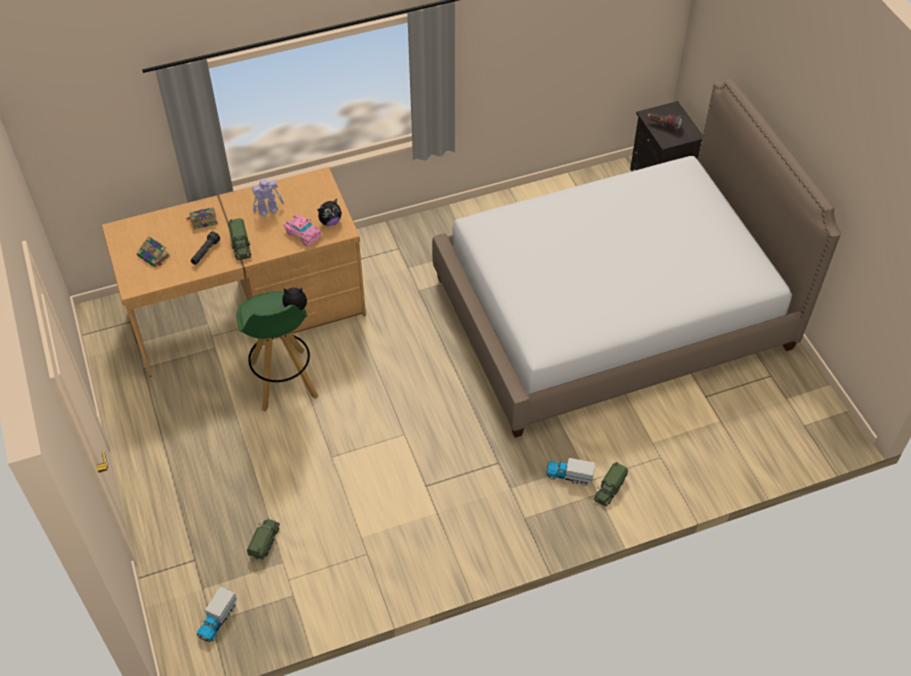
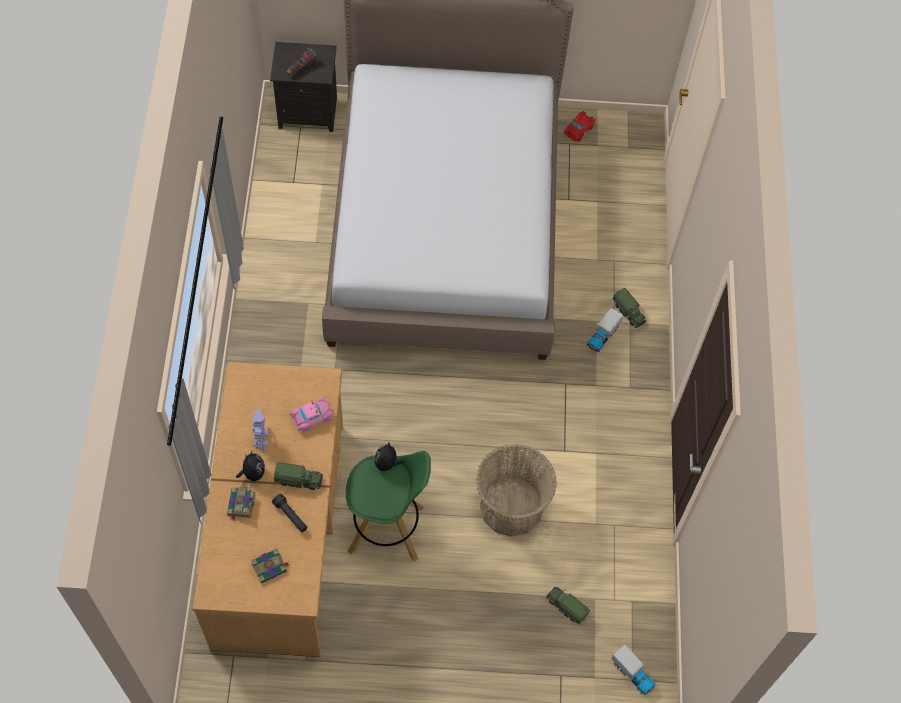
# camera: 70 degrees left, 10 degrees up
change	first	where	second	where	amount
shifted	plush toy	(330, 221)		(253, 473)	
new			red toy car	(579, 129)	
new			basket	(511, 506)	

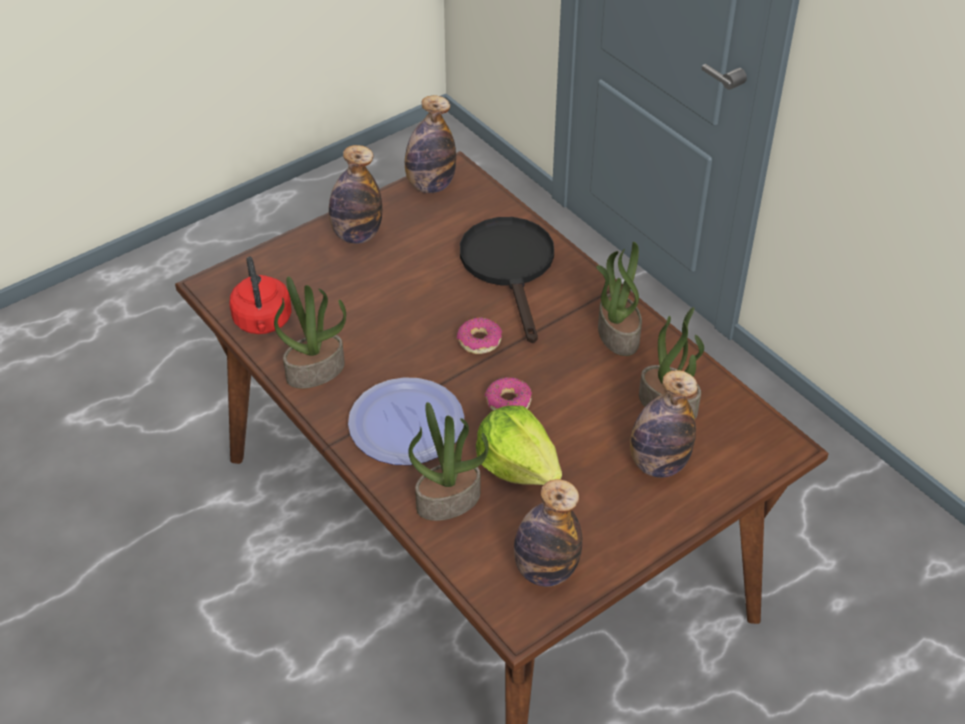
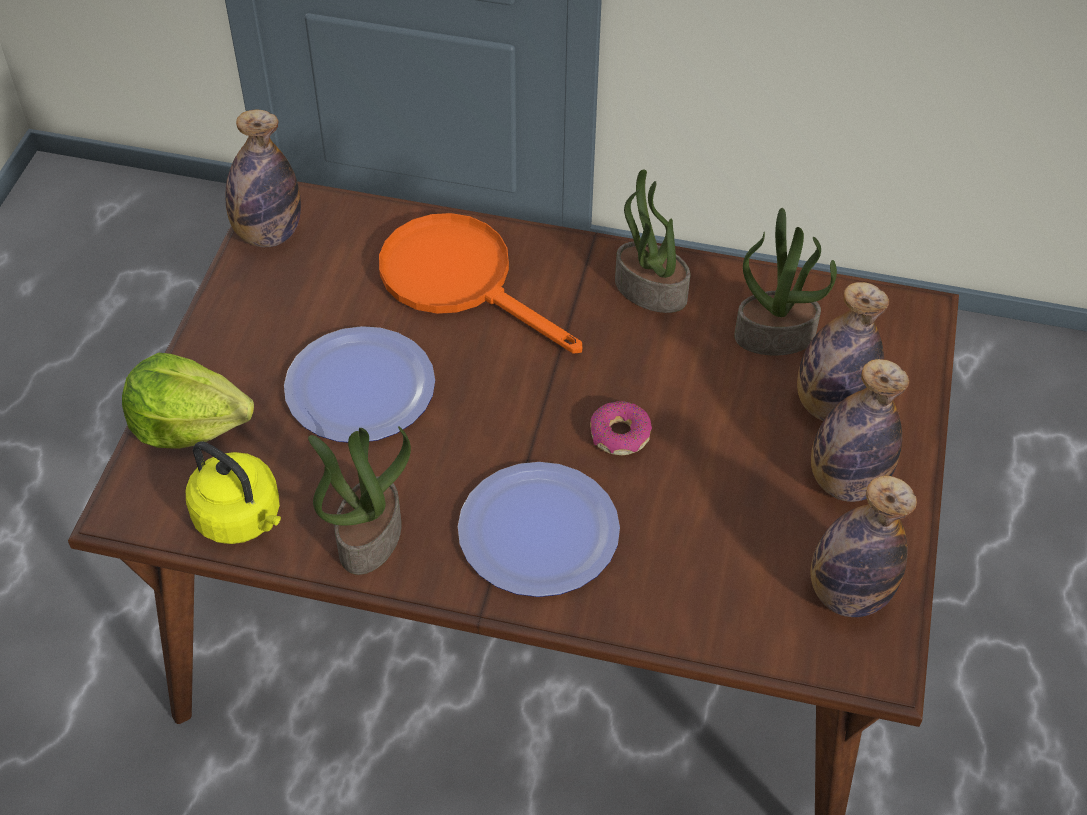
# camera: 40 degrees left, 5 degrees up
change	first	where	second	where	amount
shifted	bottle	(357, 235)		(845, 482)	
repainted	black frying pan	(510, 267)	orange frying pan	(461, 280)	
repainted	red kettle	(263, 322)	yellow kettle	(241, 518)	
gone	donut	(479, 341)			
gone	potted plant	(448, 500)			
shifted	lettuce	(518, 465)		(188, 423)	
new			plate	(359, 387)	

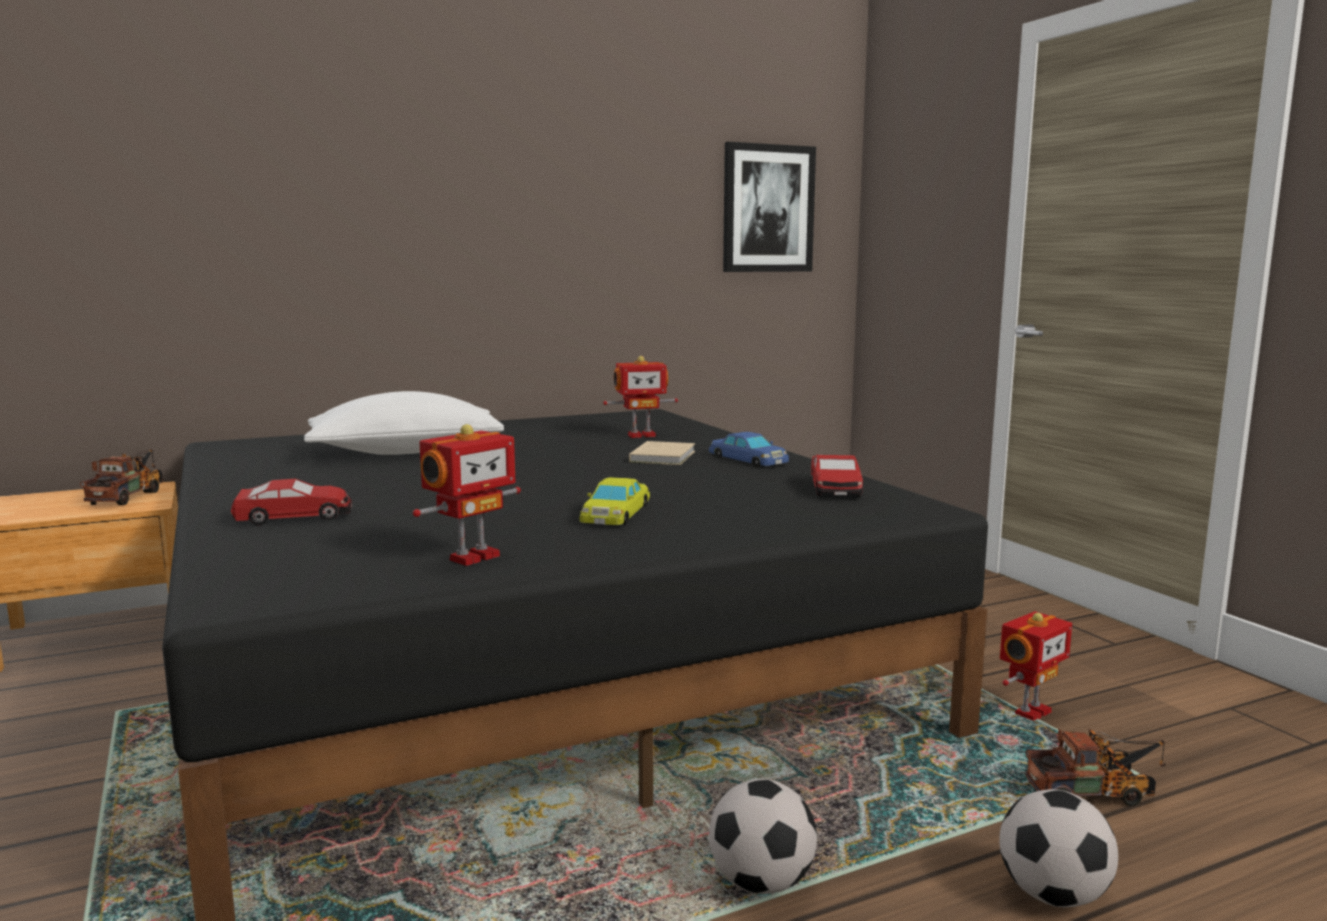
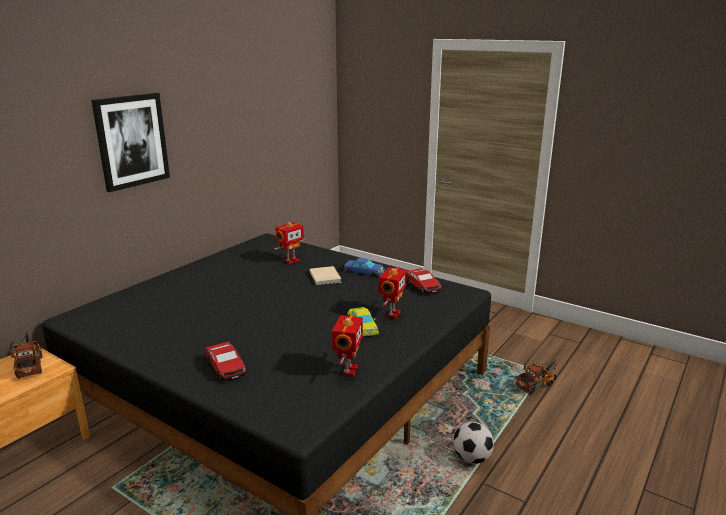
# camera: 30 degrees left, 10 degrees up
change	first	where	second	where	amount
shifted	picture	(768, 209)		(131, 141)	
gone	white pillow	(405, 452)			
rotated	toy car	(294, 517)		(226, 367)	105 degrees clockwise
shifted	toy robot	(1030, 712)		(392, 314)	
gone	football	(1053, 895)			

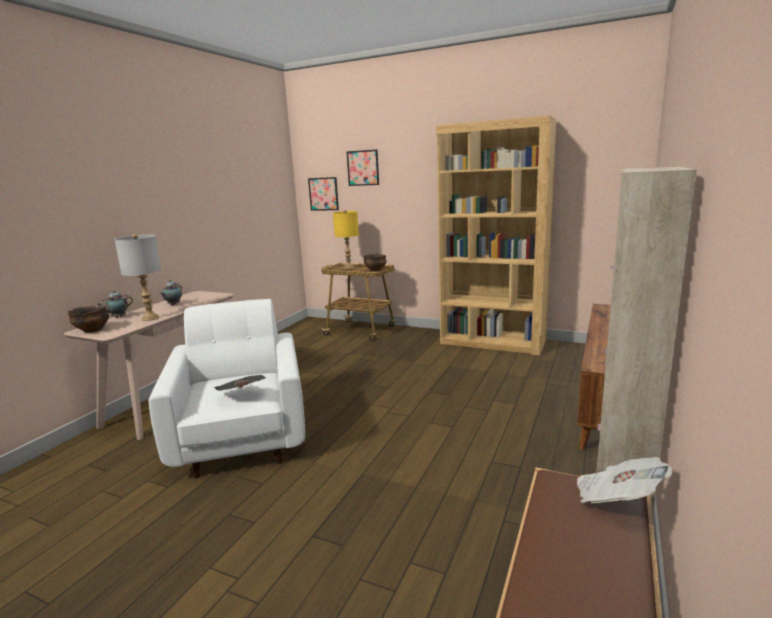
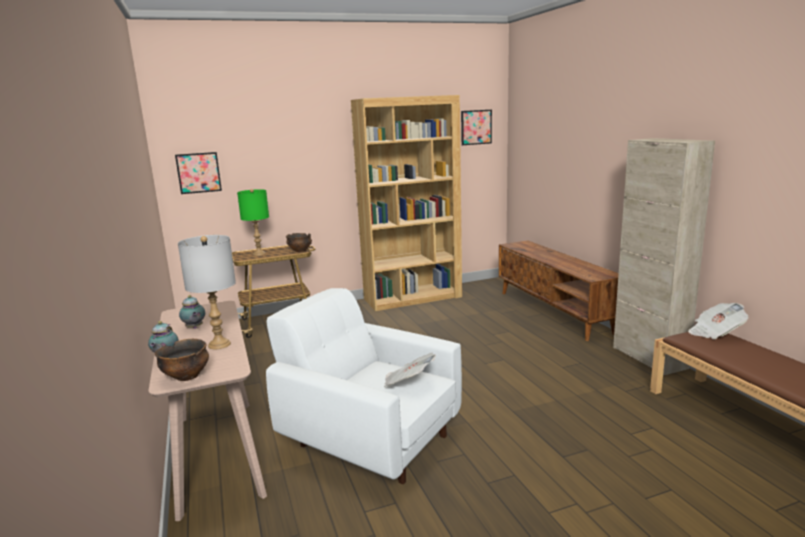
# camera: 45 degrees left, 0 degrees up
change	first	where	second	where	amount
shifted	picture	(363, 168)		(476, 127)	
repainted	yellow table lamp	(349, 267)	green table lamp	(259, 254)	

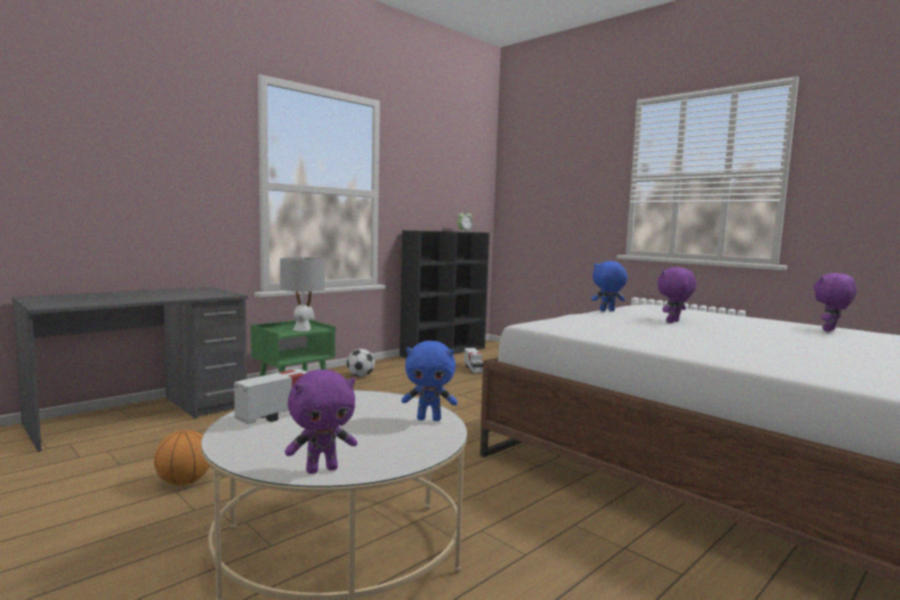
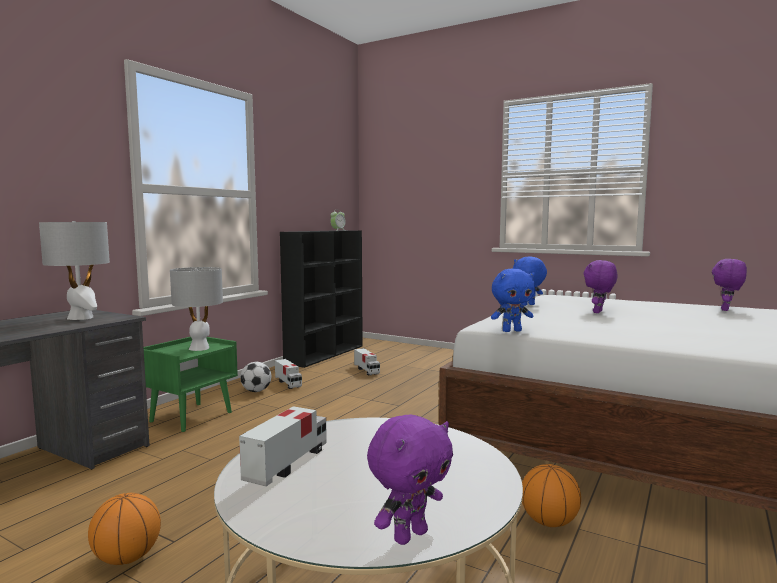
# camera: 15 degrees left, 0 degrees up
change	first	where	second	where	amount
shifted	blue plush toy	(429, 419)		(511, 331)	
new			grey table lamp	(81, 318)	
new			toy truck	(288, 383)	
new			basketball	(549, 522)	

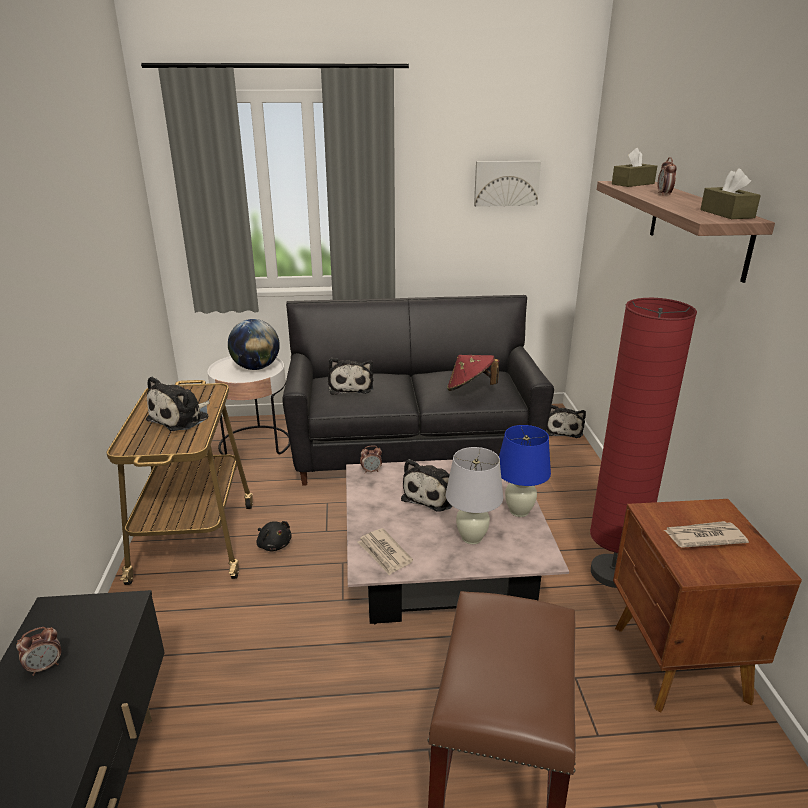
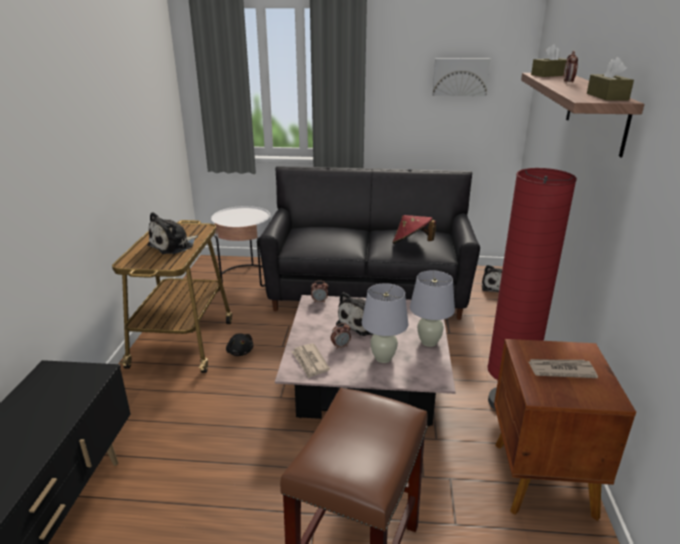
# camera: 10 degrees right, 0 degrees up
change	first	where	second	where	amount
gone	globe	(256, 367)			
gone	plush toy	(351, 386)			
repainted	blue table lamp	(519, 511)	white table lamp	(429, 342)	
shifted	alarm clock	(45, 666)		(340, 346)	

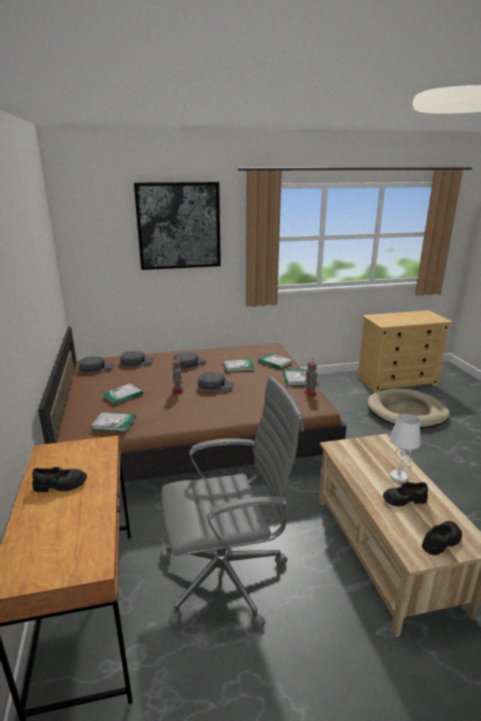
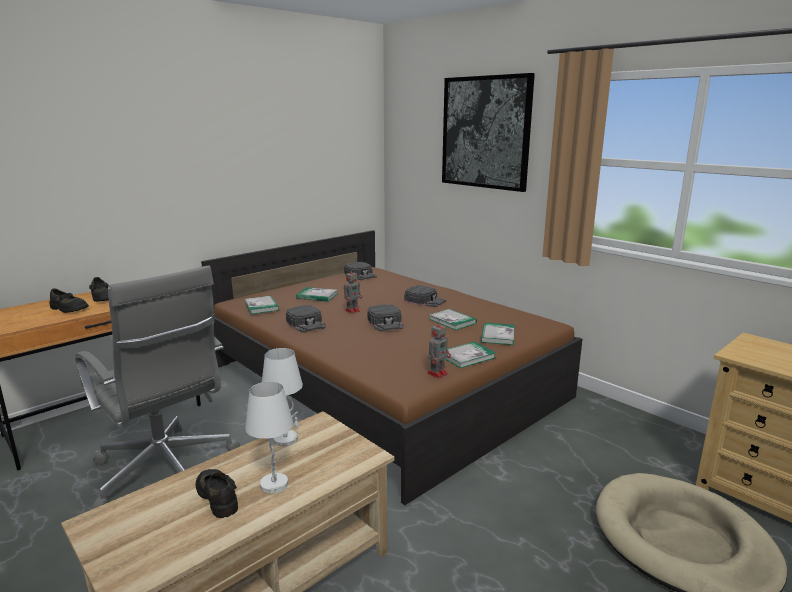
# camera: 60 degrees right, 5 degrees down
change	first	where	second	where	amount
shifted	black cap	(137, 362)		(306, 323)	
shifted	black shoe	(442, 541)		(68, 309)	
new			white table lamp	(286, 439)	

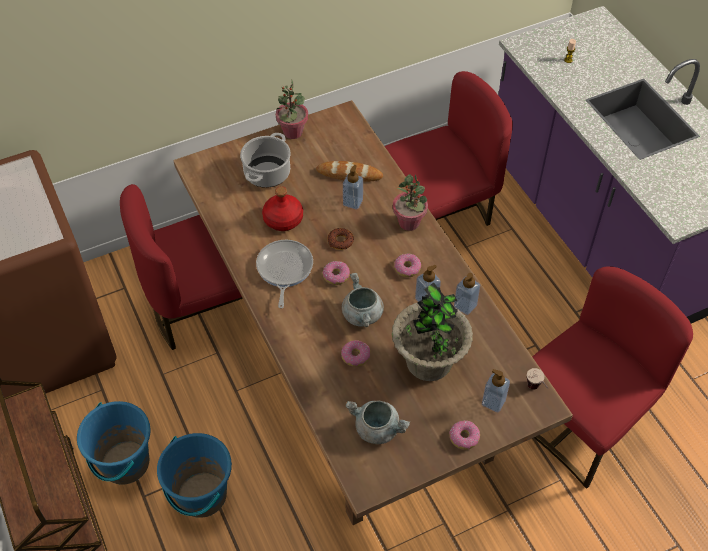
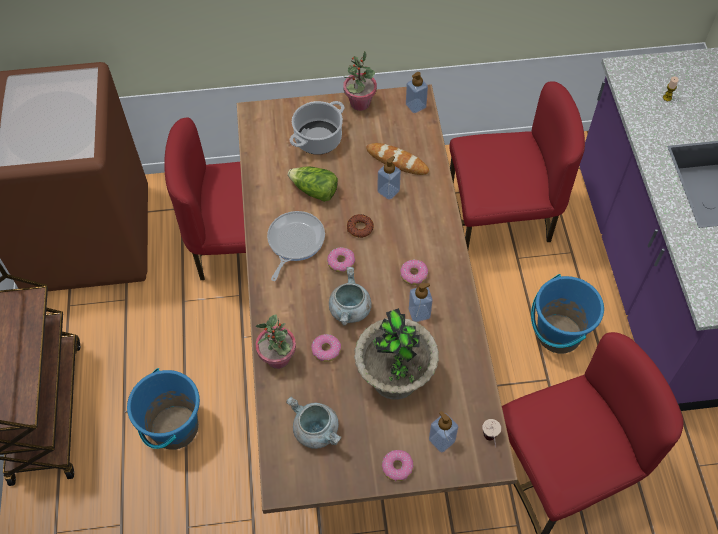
# camera: 20 degrees right, 5 degrees up
change	first	where	second	where	amount
shifted	potted plant	(409, 223)		(278, 358)	
swapped	red bottle	(283, 219)	lettuce	(314, 191)	
shifted	soap dispenser	(465, 306)		(415, 106)	
shifted	blue bucket	(125, 463)		(558, 334)	

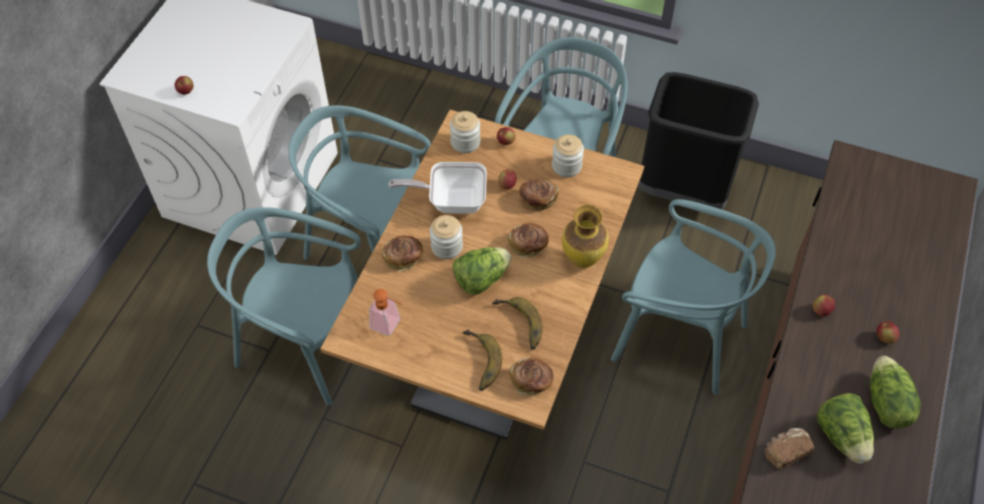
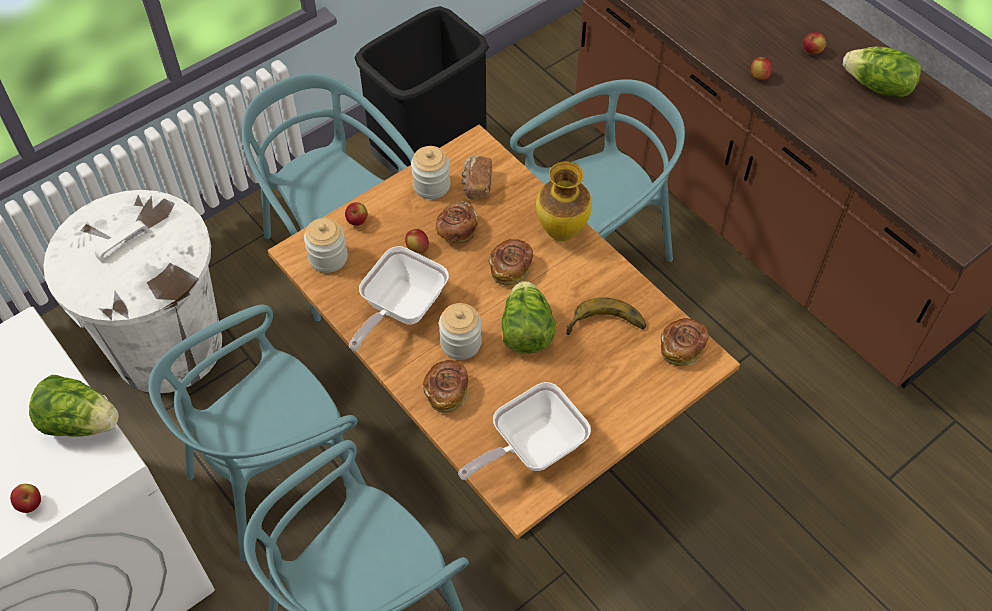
# camera: 60 degrees left, 0 degrees up
change	first	where	second	where	amount
swapped	soap dispenser	(389, 325)	frying pan	(531, 448)	
gone	banana	(477, 362)			
shifted	lettuce	(842, 436)		(81, 422)	
shifted	bread	(785, 451)		(476, 185)	
new			white trash can	(167, 346)	

